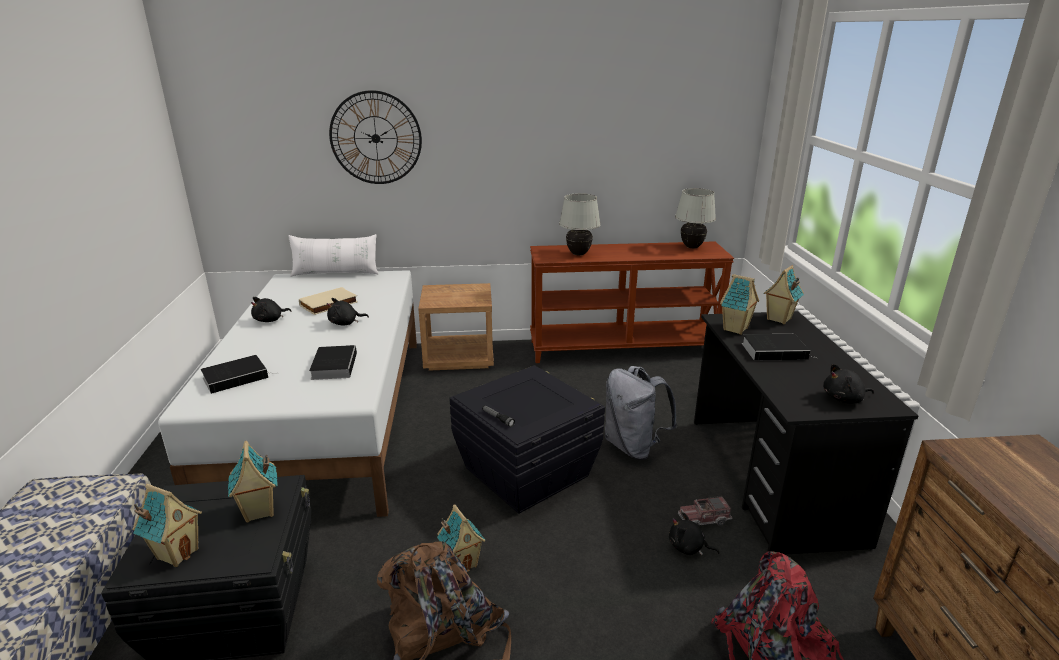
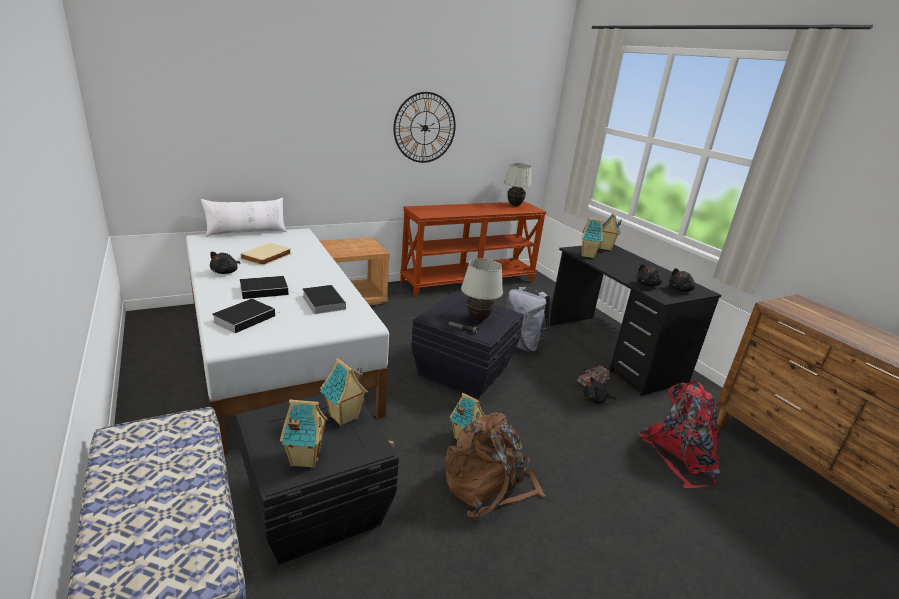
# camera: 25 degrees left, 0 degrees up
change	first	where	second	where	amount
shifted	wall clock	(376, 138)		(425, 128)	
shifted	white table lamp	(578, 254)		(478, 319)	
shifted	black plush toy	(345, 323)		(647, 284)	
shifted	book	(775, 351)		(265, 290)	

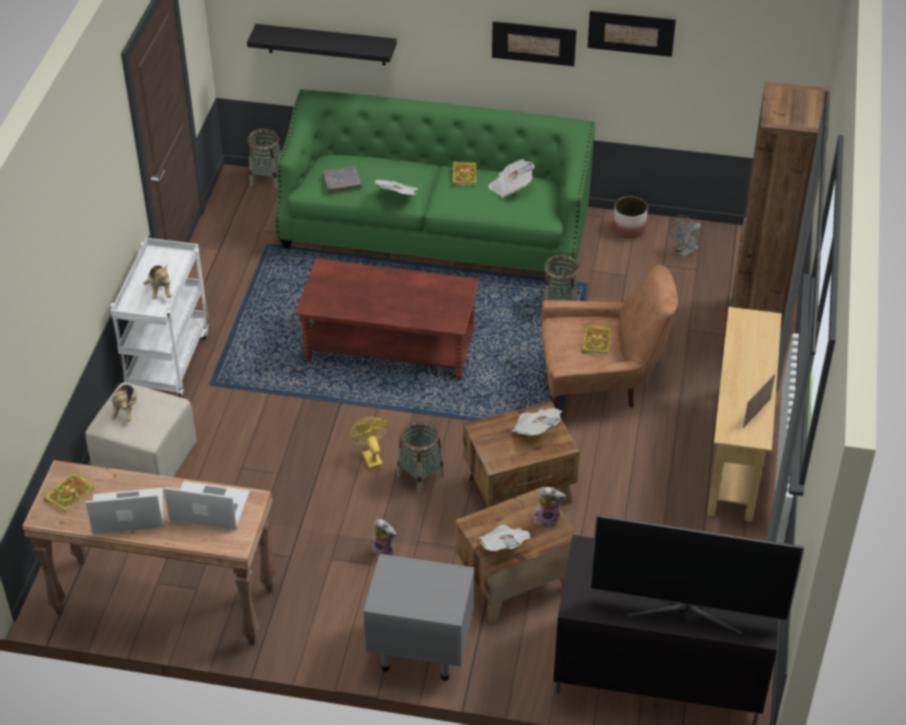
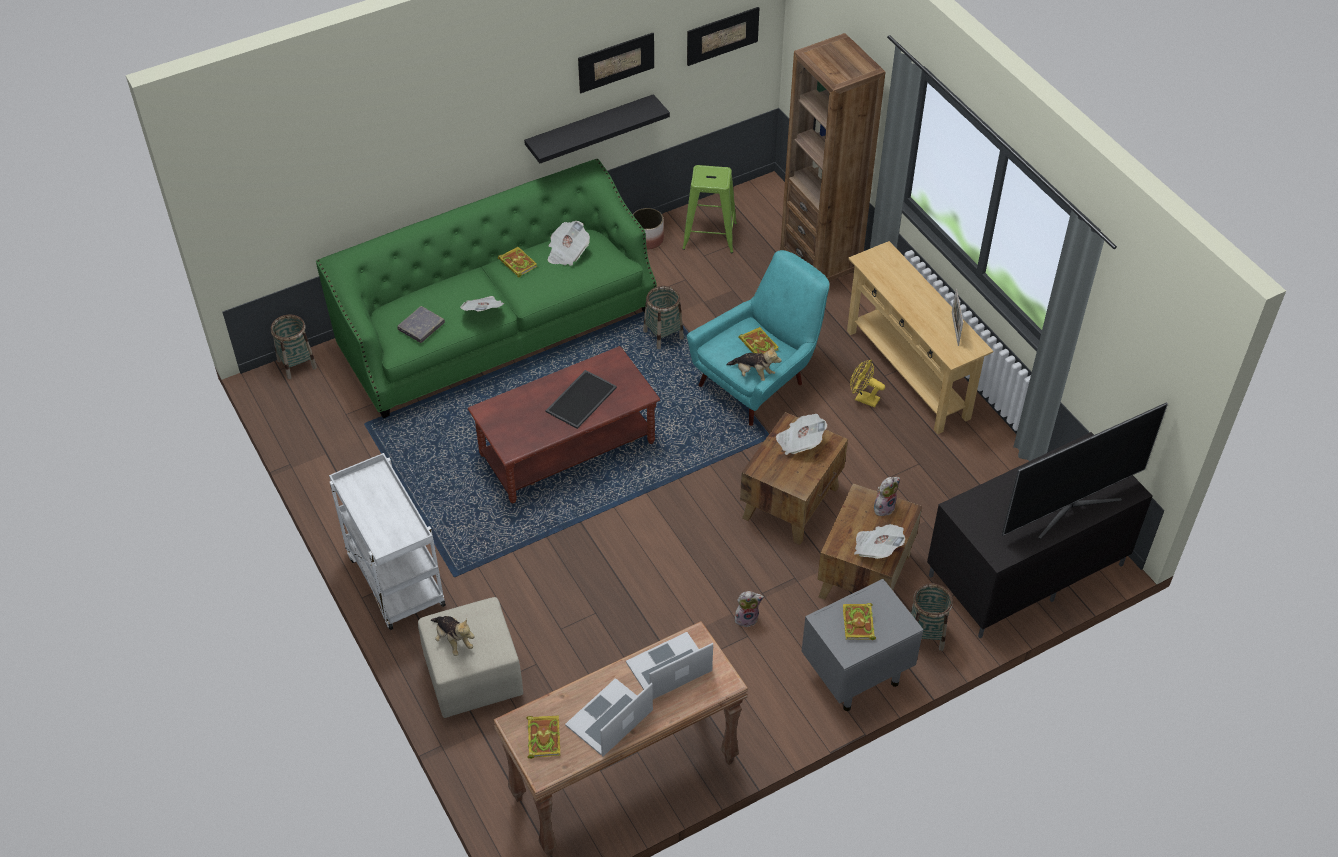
# camera: 40 degrees left, 5 degrees up
change	first	where	second	where	amount
shifted	picture	(533, 43)		(722, 35)	
shifted	black shelf	(326, 44)		(590, 129)	
swapped	grey fan	(684, 253)	green stool	(709, 236)	
repainted	brown armchair	(599, 384)	turquoise armchair	(759, 380)	
shifted	plush toy	(160, 290)		(753, 374)	
shifted	yellow fan	(370, 457)		(863, 398)	
shifted	basket	(420, 475)		(925, 634)	
new			tray	(581, 398)	
new			book	(859, 624)	

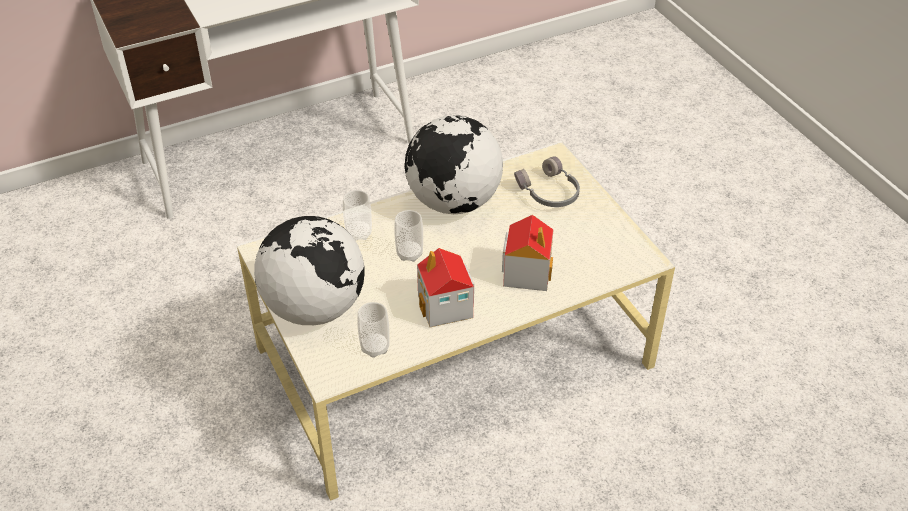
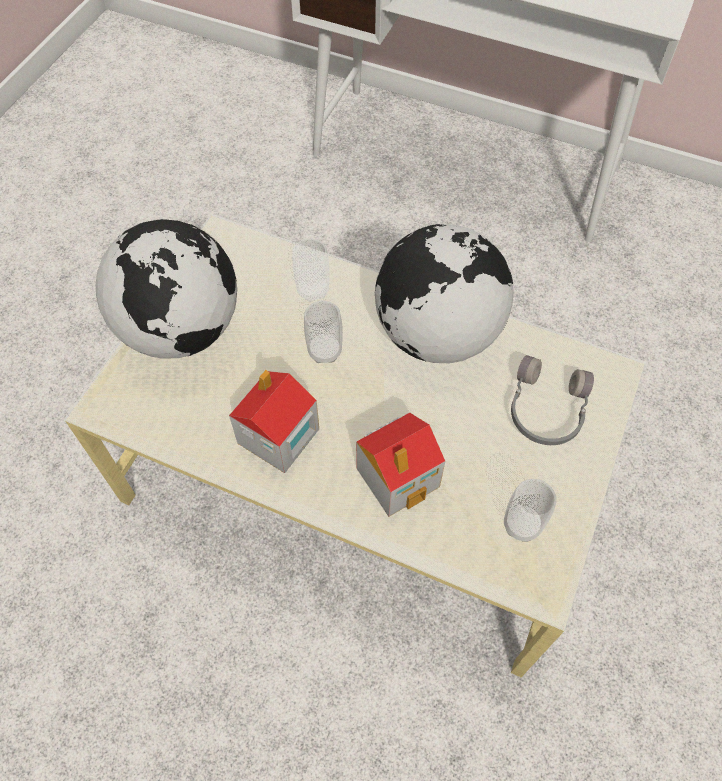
# camera: 50 degrees right, 15 degrees up
change	first	where	second	where	amount
shifted	cup	(375, 347)		(522, 524)	

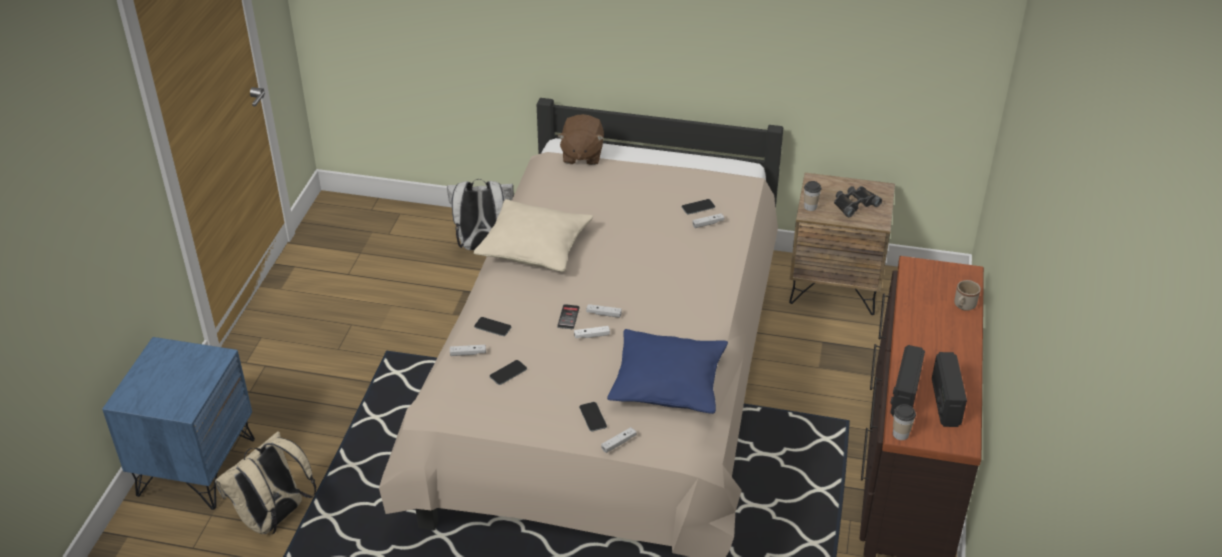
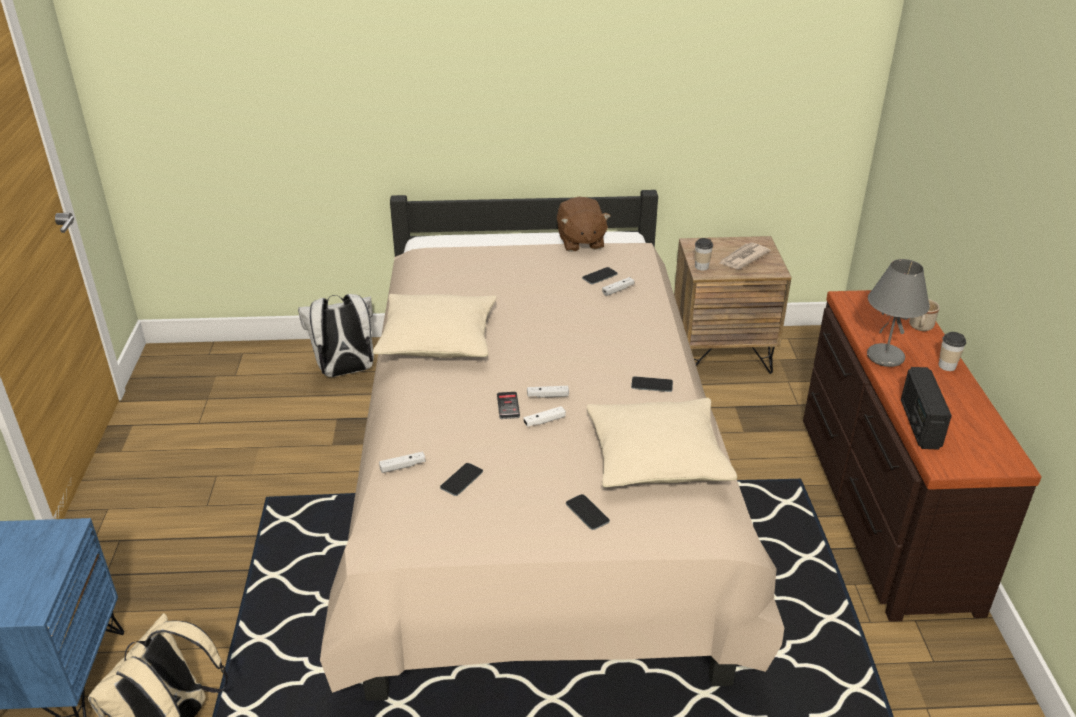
# camera: 15 degrees left, 5 degrees down
change	first	where	second	where	amount
shifted	brown plush toy	(581, 155)		(580, 242)	
swapped	black binoculars	(854, 204)	newspaper	(743, 258)	
shifted	phone	(492, 327)		(652, 385)	
repainted	blue pillow	(668, 384)	beige pillow	(657, 458)	
gone	radio	(945, 402)			
shifted	cup	(900, 434)		(947, 366)	
gone	white game controller	(618, 443)			
new			grey table lamp	(884, 357)	

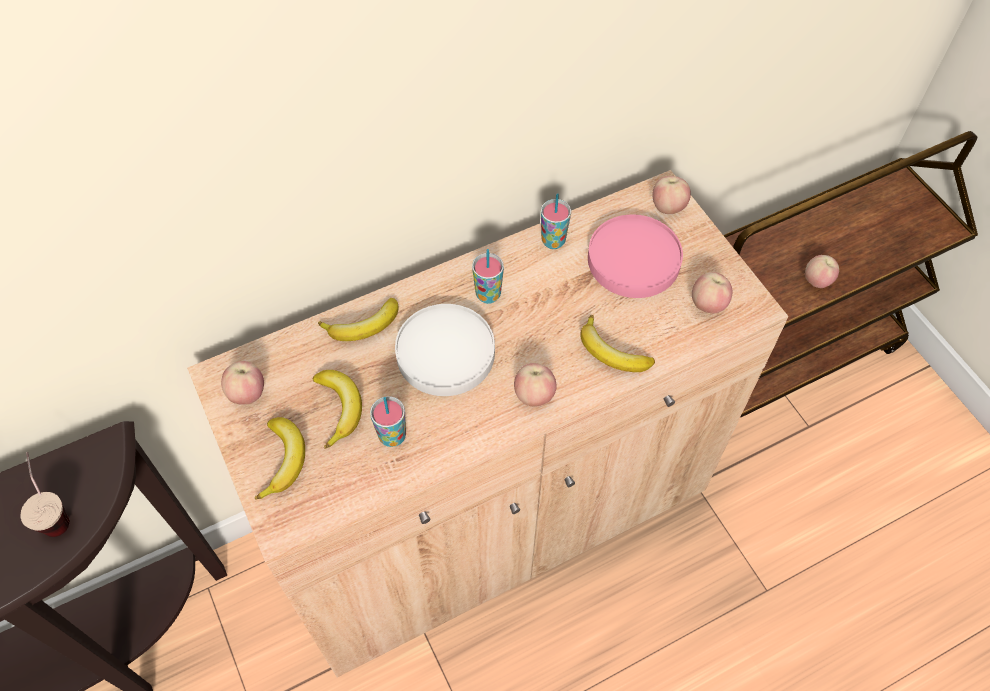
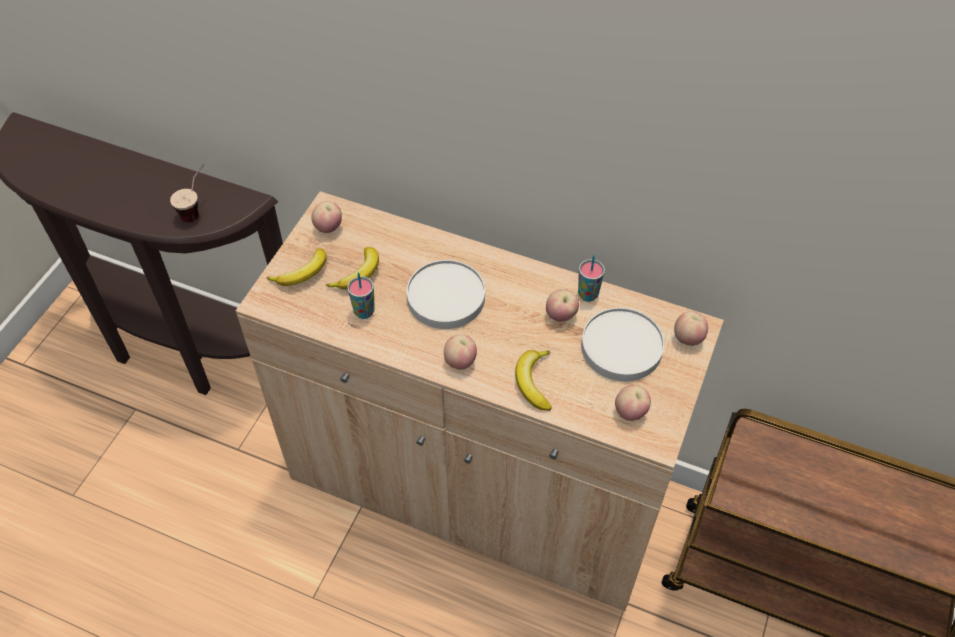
# camera: 50 degrees right, 5 degrees down
change	first	where	second	where	amount
repainted	pink plate	(633, 259)	white plate	(621, 346)	
gone	cup	(488, 295)			
shifted	apple	(817, 281)		(560, 316)	
gone	banana	(363, 327)			

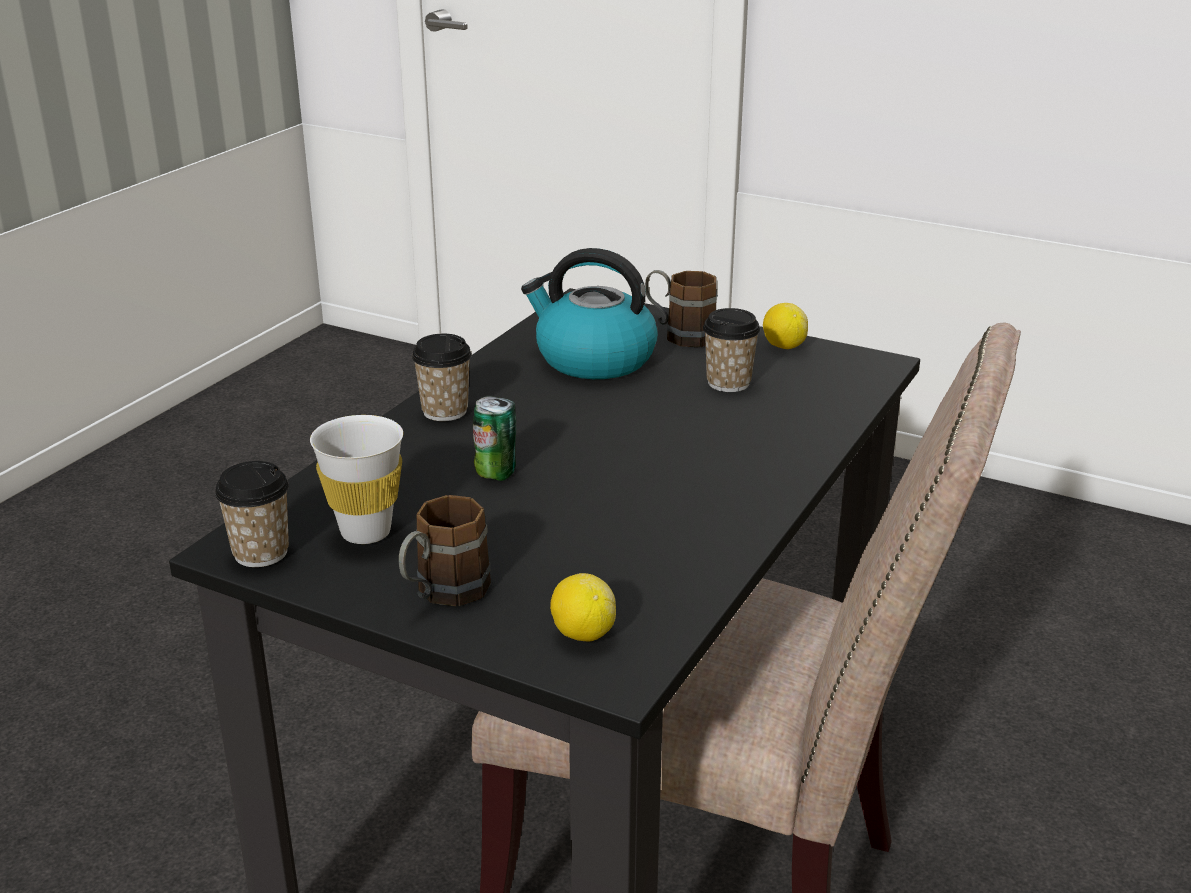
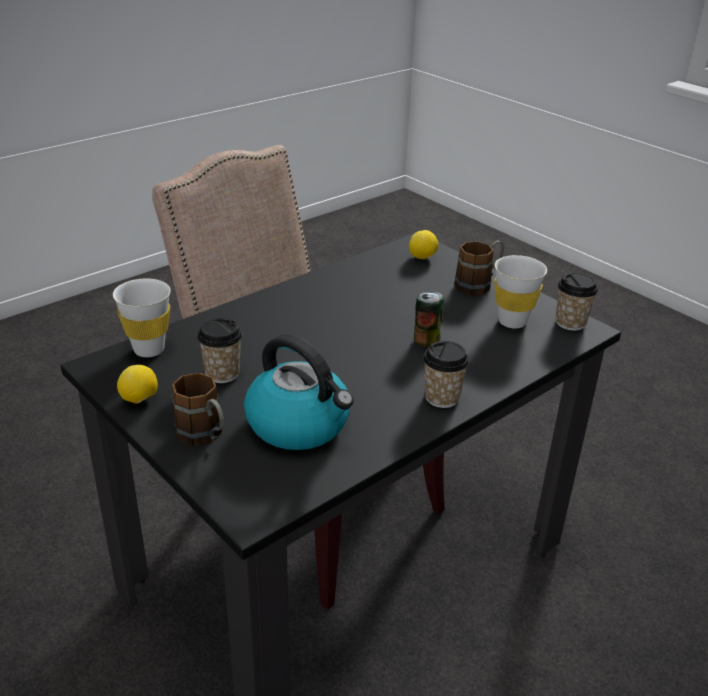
# camera: 160 degrees left, 5 degrees up
change	first	where	second	where	amount
new			white cup	(149, 349)	

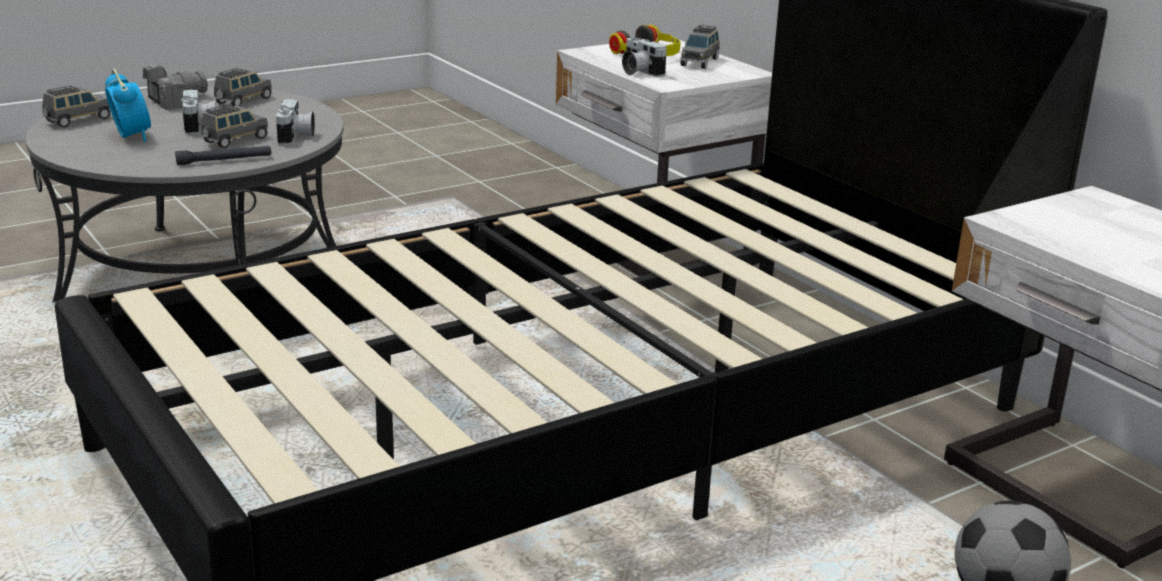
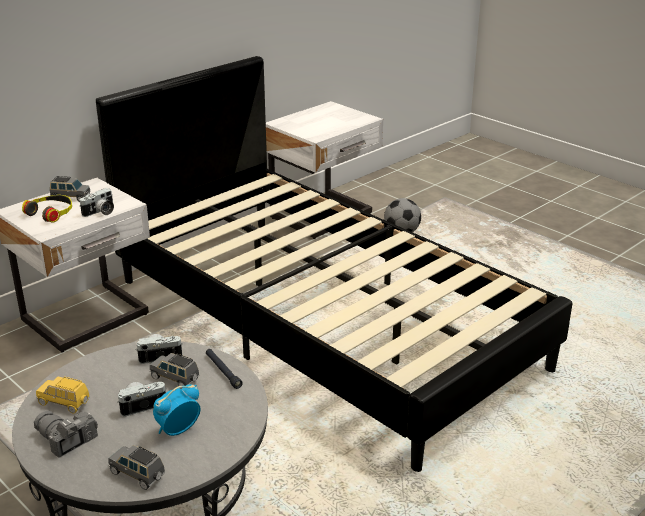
# camera: 100 degrees left, 5 degrees up
change	first	where	second	where	amount
repainted	grey toy car	(243, 101)	yellow toy car	(64, 403)	

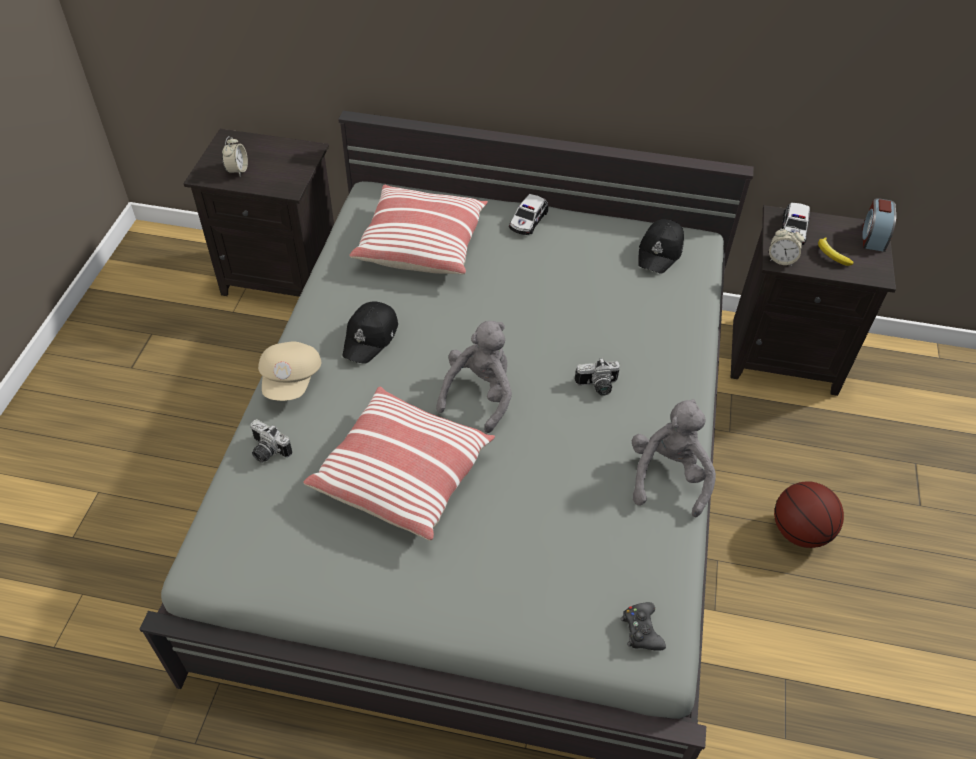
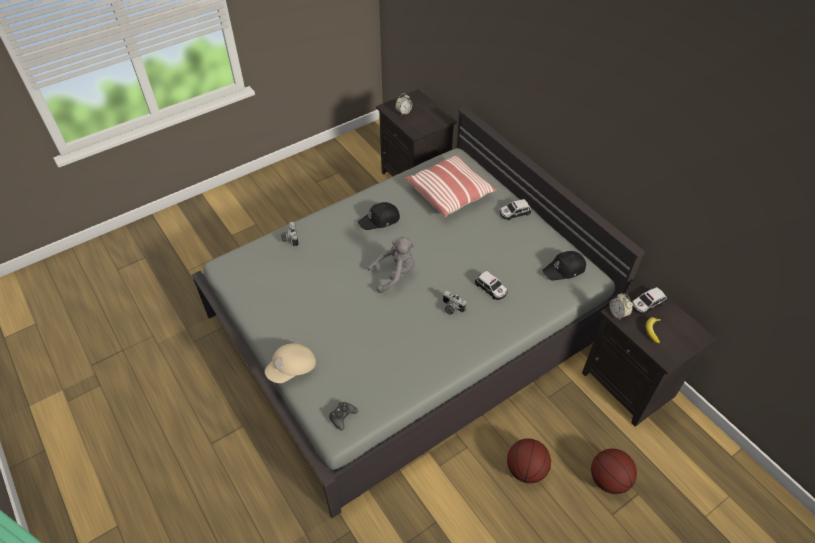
# camera: 45 degrees right, 0 degrees up
change	first	where	second	where	amount
gone	alarm clock	(873, 237)			
shifted	beige cap	(292, 380)		(292, 369)	
gone	pillow	(403, 474)			
gone	grey plush toy	(668, 476)			
new			toy car	(491, 288)	
new			basketball	(608, 480)	

